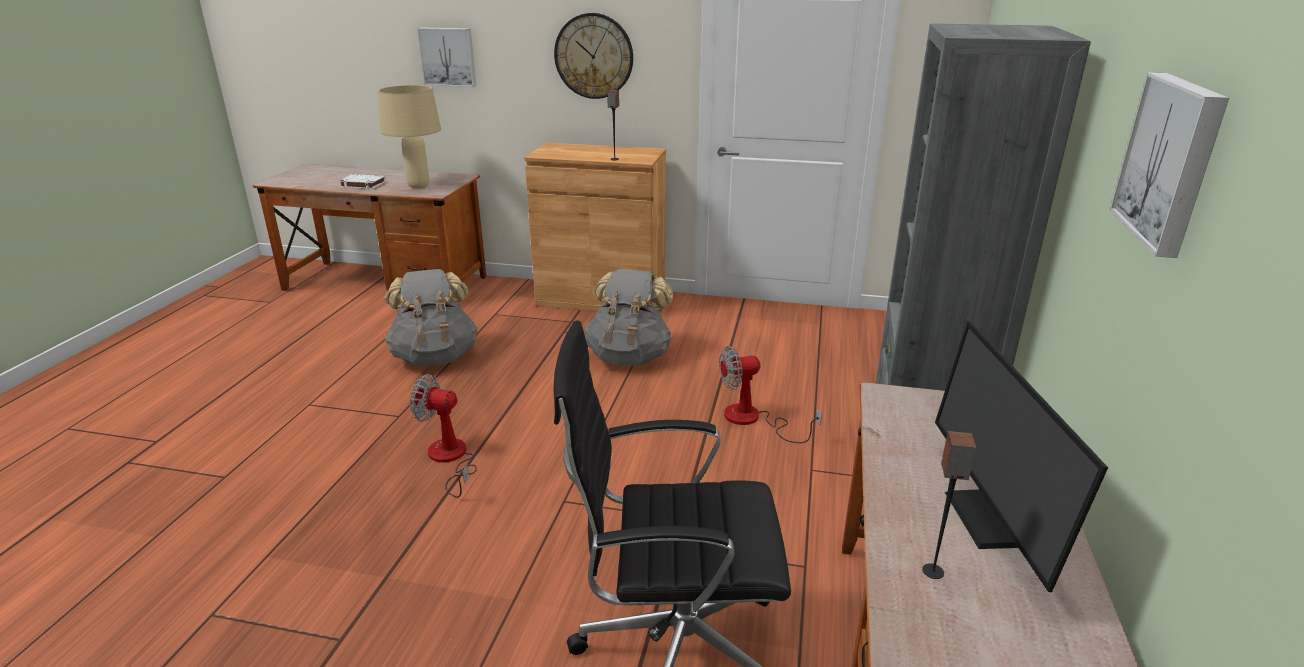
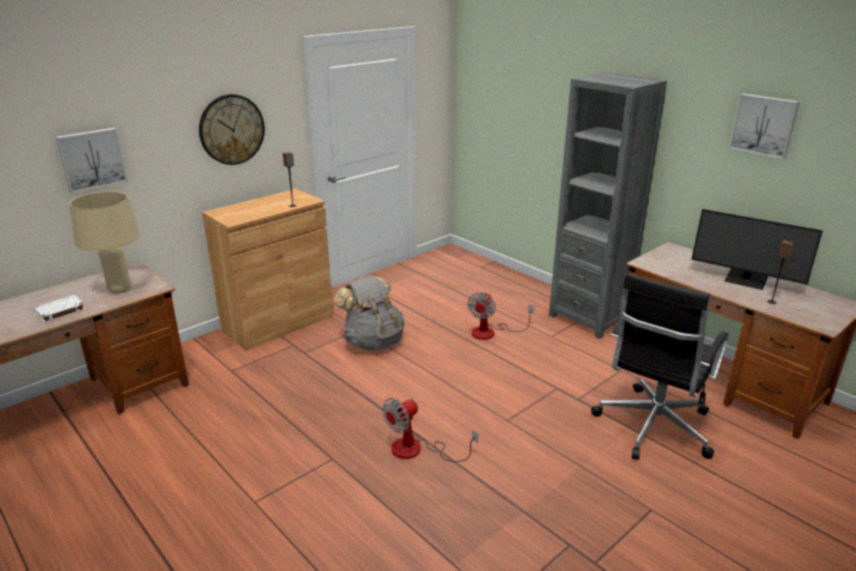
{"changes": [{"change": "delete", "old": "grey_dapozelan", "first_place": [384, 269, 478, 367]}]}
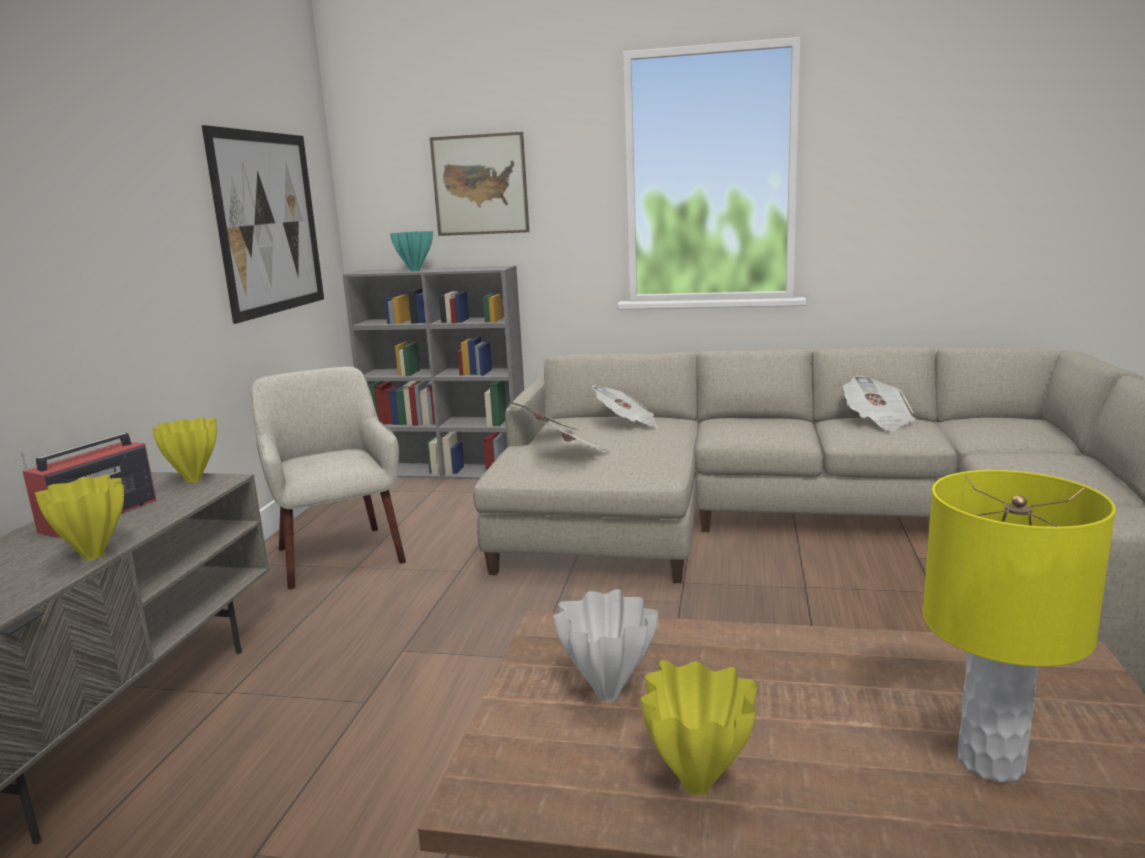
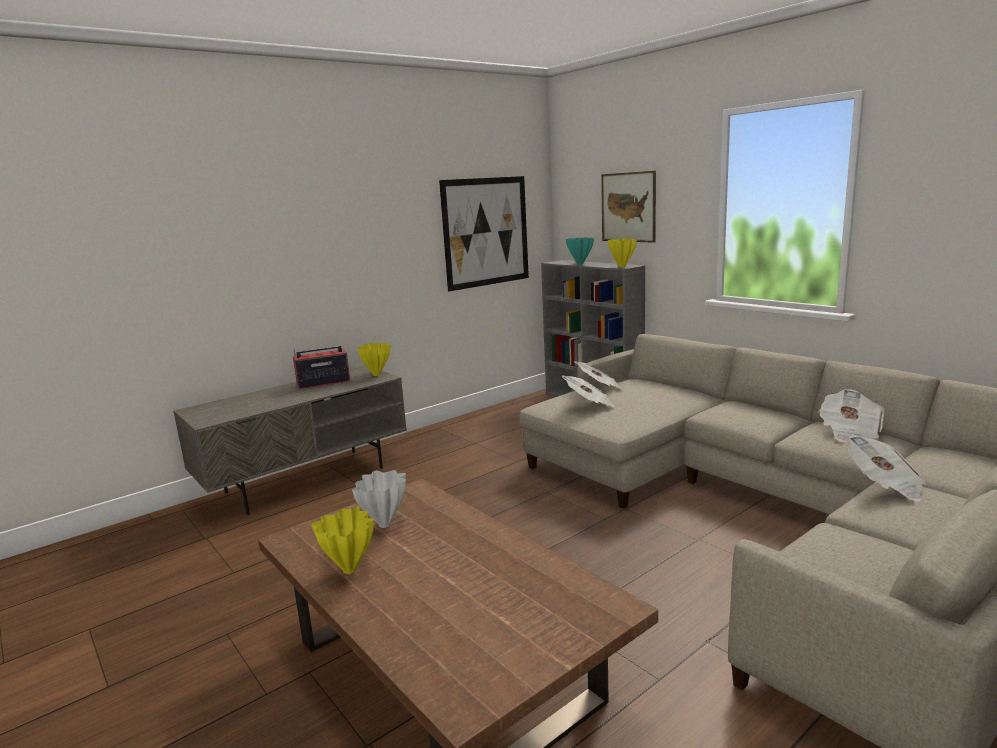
{"changes": [{"change": "move", "old": "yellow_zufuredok", "first_place": [35, 475, 124, 560], "second_place": [608, 238, 637, 267]}, {"change": "delete", "old": "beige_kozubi", "first_place": [251, 366, 406, 589]}, {"change": "move", "old": "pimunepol", "first_place": [592, 386, 659, 428], "second_place": [848, 435, 926, 502]}, {"change": "delete", "old": "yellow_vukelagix", "first_place": [922, 470, 1116, 783]}]}
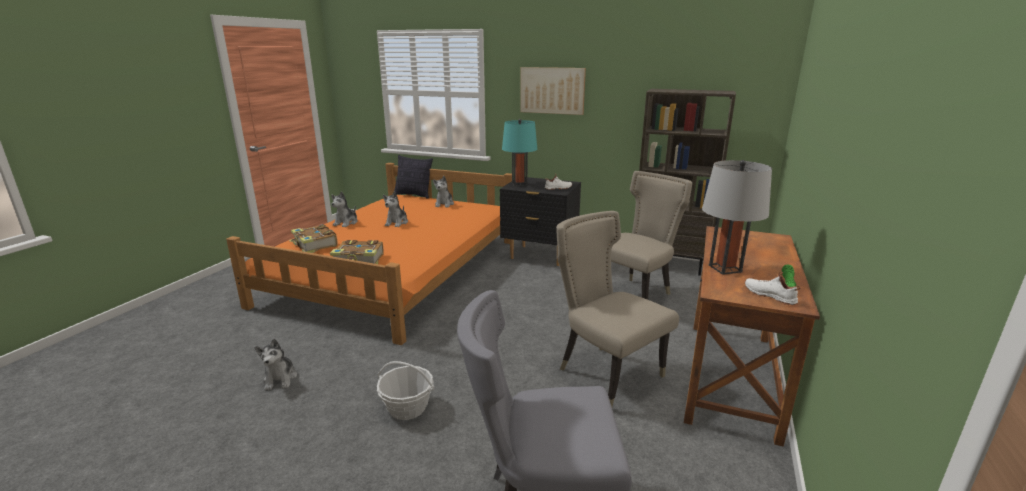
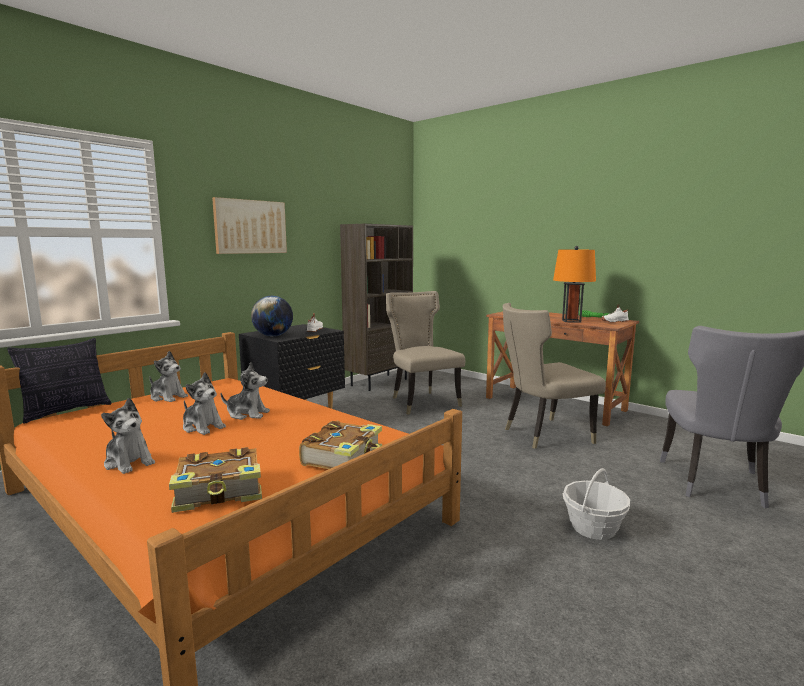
{"changes": [{"change": "move", "old": "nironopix", "first_place": [255, 339, 297, 390], "second_place": [220, 363, 270, 420]}, {"change": "replace", "old": "turquoise_vukelagix", "new": "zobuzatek", "first_place": [502, 119, 537, 186], "second_place": [251, 296, 293, 337]}, {"change": "recolor", "old": "grey_vukelagix", "new": "orange_vukelagix", "first_place": [702, 160, 772, 275], "second_place": [553, 246, 596, 323]}]}
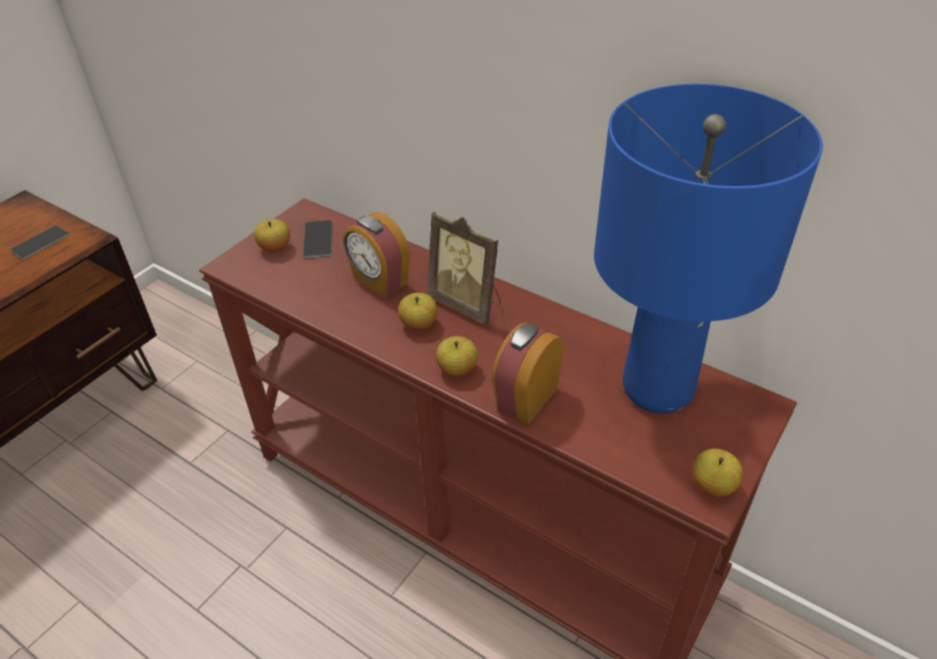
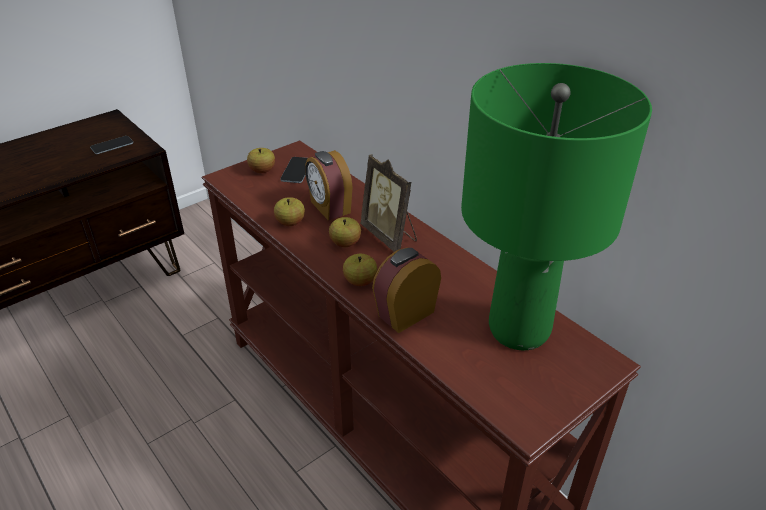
{"changes": [{"change": "recolor", "old": "blue_vukelagix", "new": "green_vukelagix", "first_place": [594, 84, 823, 414], "second_place": [461, 63, 652, 350]}, {"change": "move", "old": "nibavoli", "first_place": [692, 449, 743, 497], "second_place": [274, 197, 305, 226]}]}
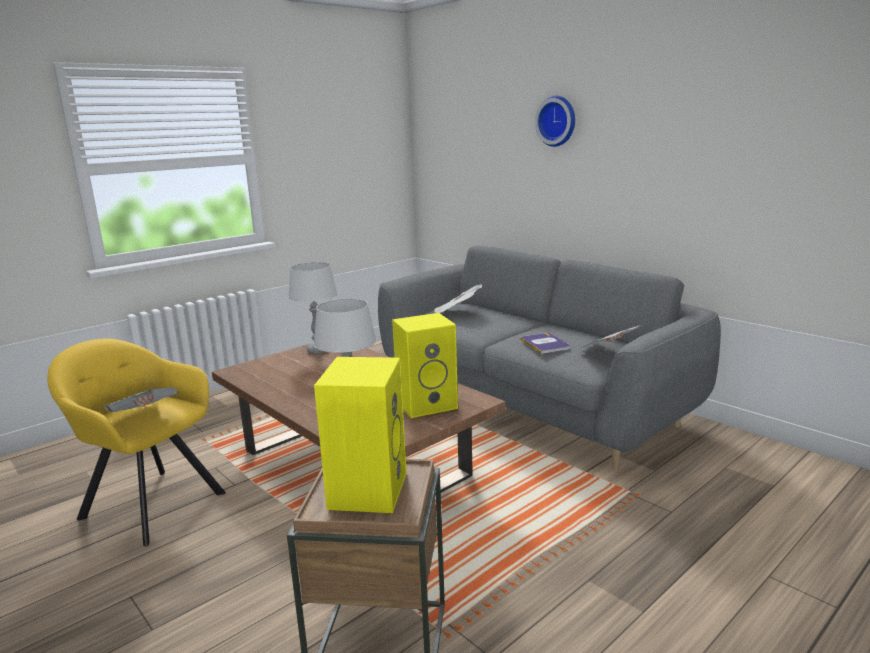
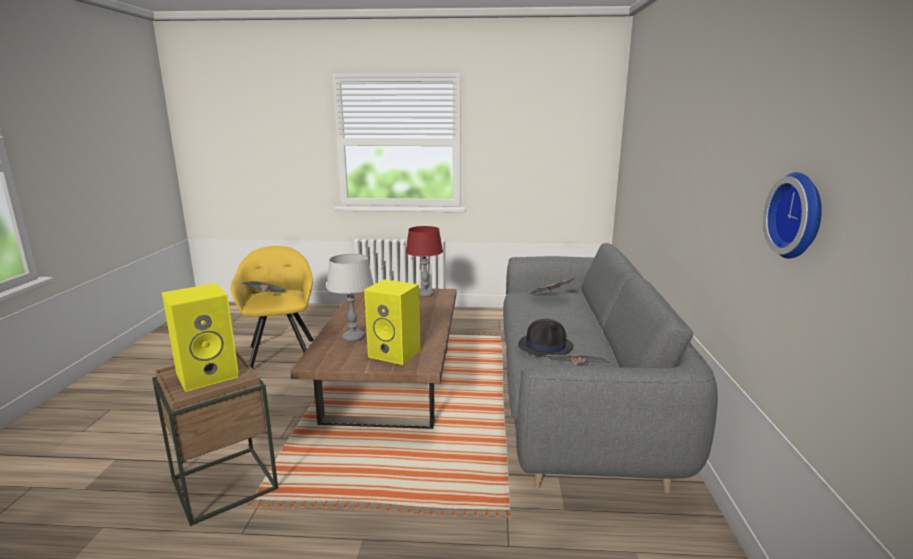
{"changes": [{"change": "recolor", "old": "grey_vukelagix", "new": "red_vukelagix", "first_place": [288, 262, 338, 354], "second_place": [406, 226, 443, 297]}, {"change": "replace", "old": "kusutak", "new": "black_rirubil", "first_place": [520, 333, 570, 354], "second_place": [518, 319, 574, 357]}, {"change": "move", "old": "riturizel", "first_place": [535, 96, 575, 147], "second_place": [763, 172, 822, 259]}]}
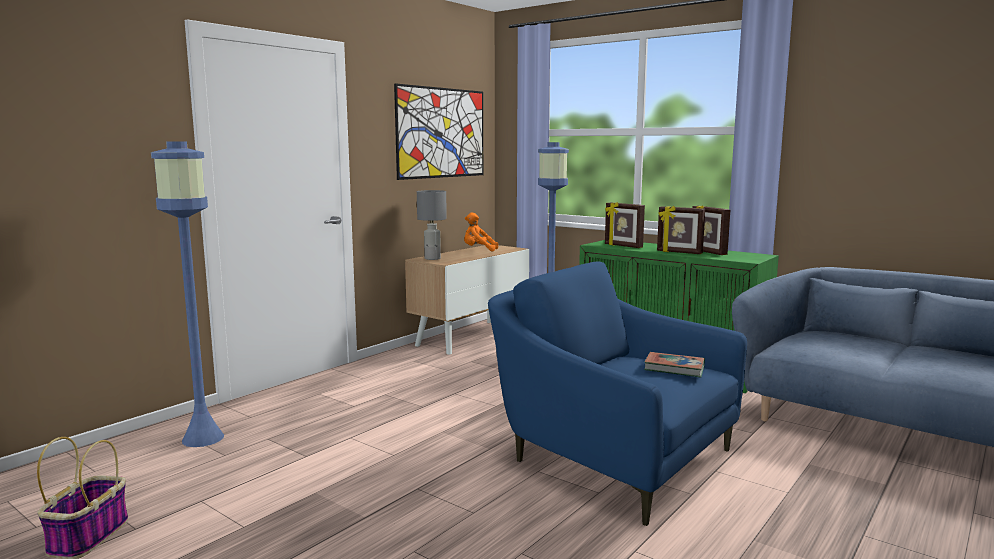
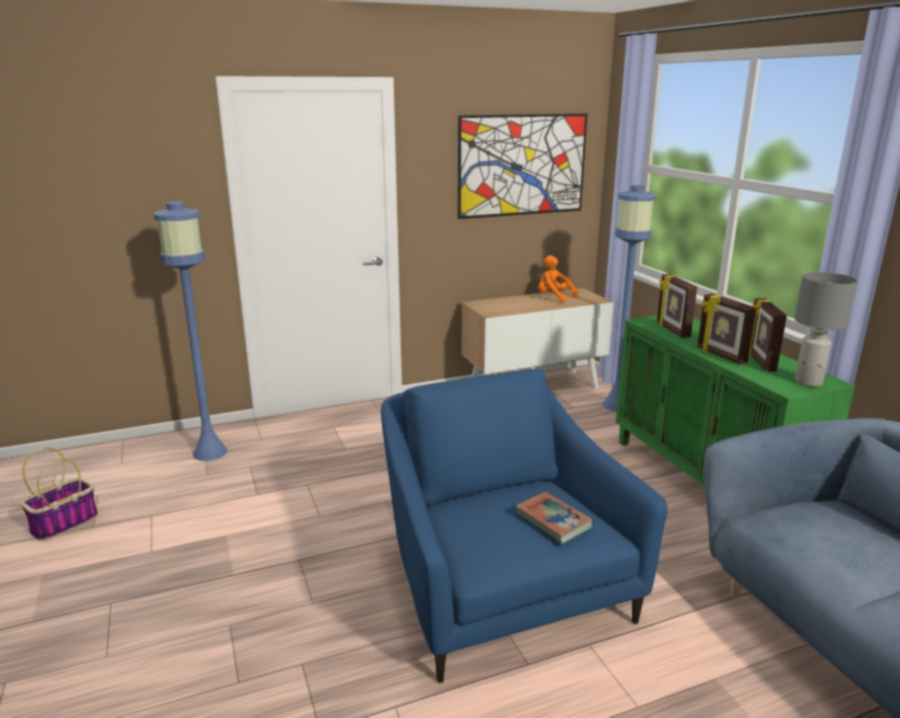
{"changes": [{"change": "move", "old": "grey_vukelagix", "first_place": [417, 190, 447, 260], "second_place": [795, 272, 857, 387]}]}
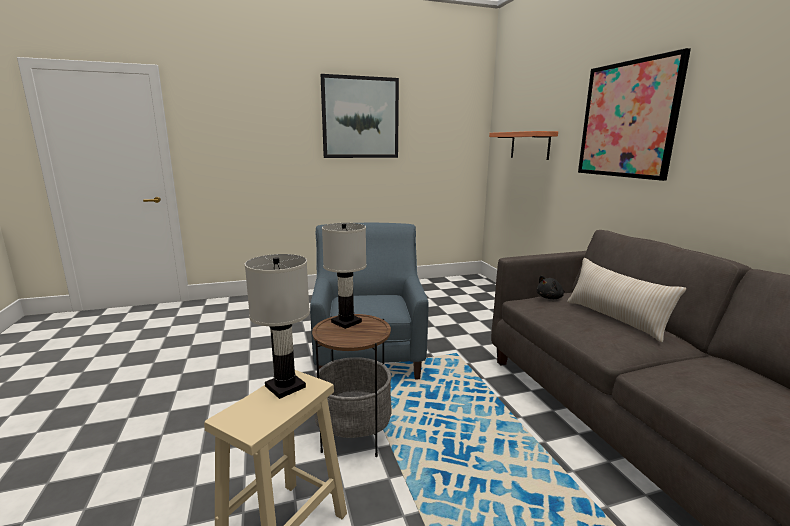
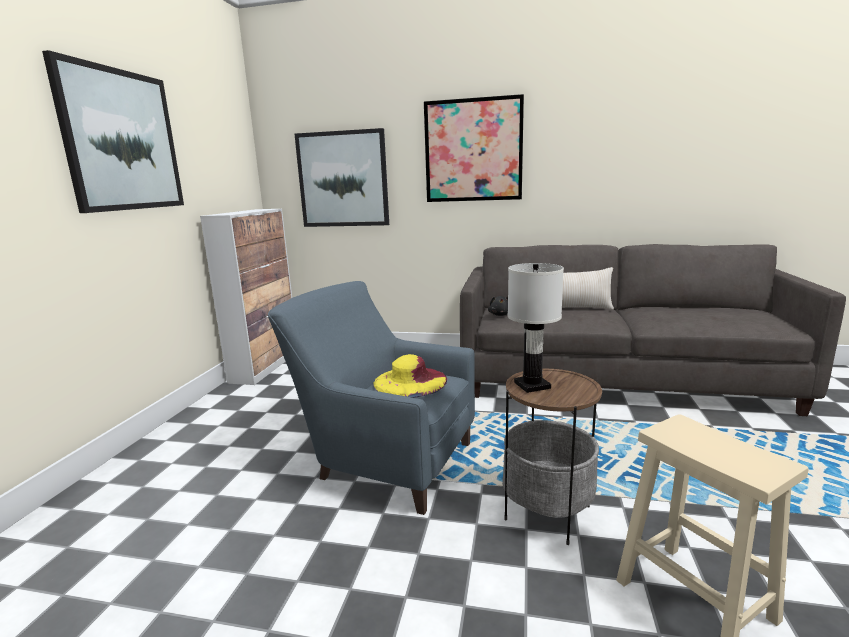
{"changes": [{"change": "delete", "old": "white_vukelagix", "first_place": [245, 254, 310, 399]}, {"change": "replace", "old": "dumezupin", "new": "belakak", "first_place": [489, 131, 558, 160], "second_place": [294, 128, 389, 227]}, {"change": "insert", "new": "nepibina", "second_place": [200, 209, 292, 385]}, {"change": "insert", "new": "yellow_rirubil", "second_place": [373, 354, 447, 398]}]}
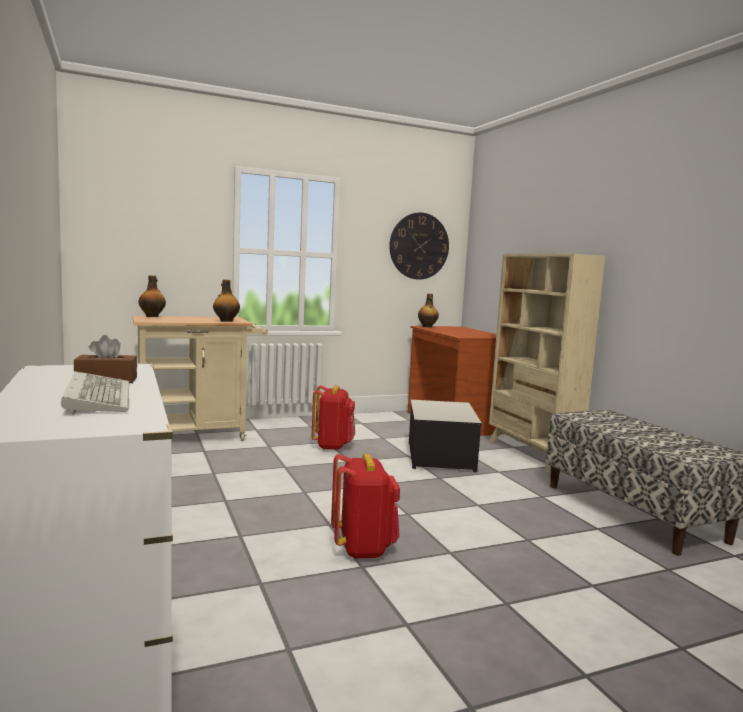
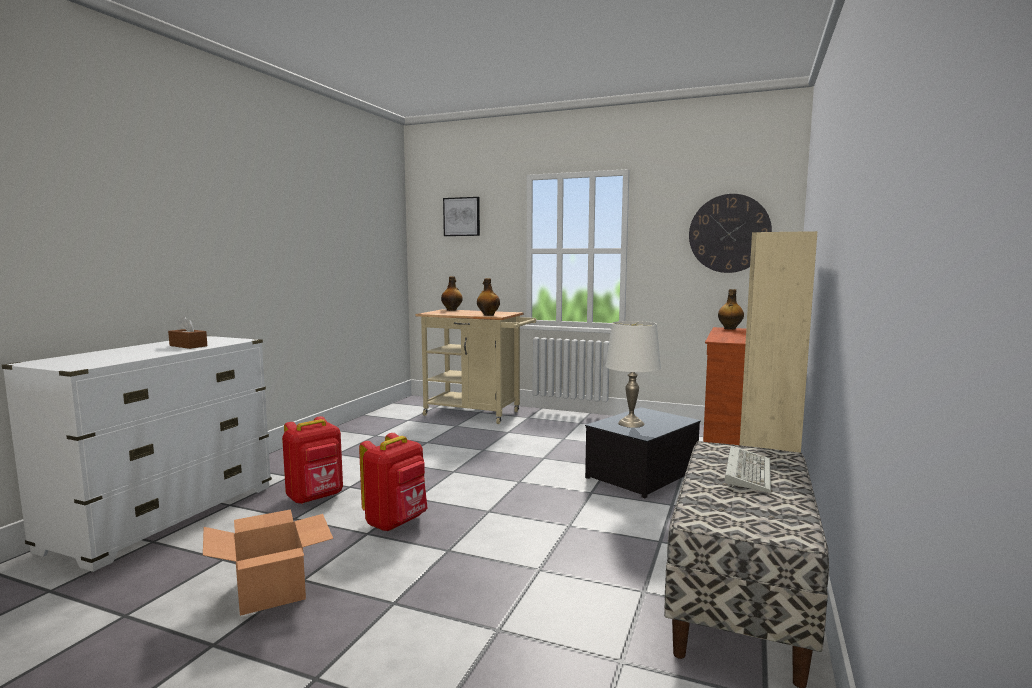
{"changes": [{"change": "move", "old": "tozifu", "first_place": [61, 371, 129, 414], "second_place": [725, 446, 771, 493]}, {"change": "move", "old": "red_dapozelan", "first_place": [312, 385, 355, 450], "second_place": [282, 416, 343, 504]}, {"change": "insert", "new": "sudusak", "second_place": [203, 509, 333, 616]}, {"change": "insert", "new": "belakak", "second_place": [443, 197, 480, 236]}, {"change": "insert", "new": "white_vukelagix", "second_place": [606, 321, 661, 428]}]}
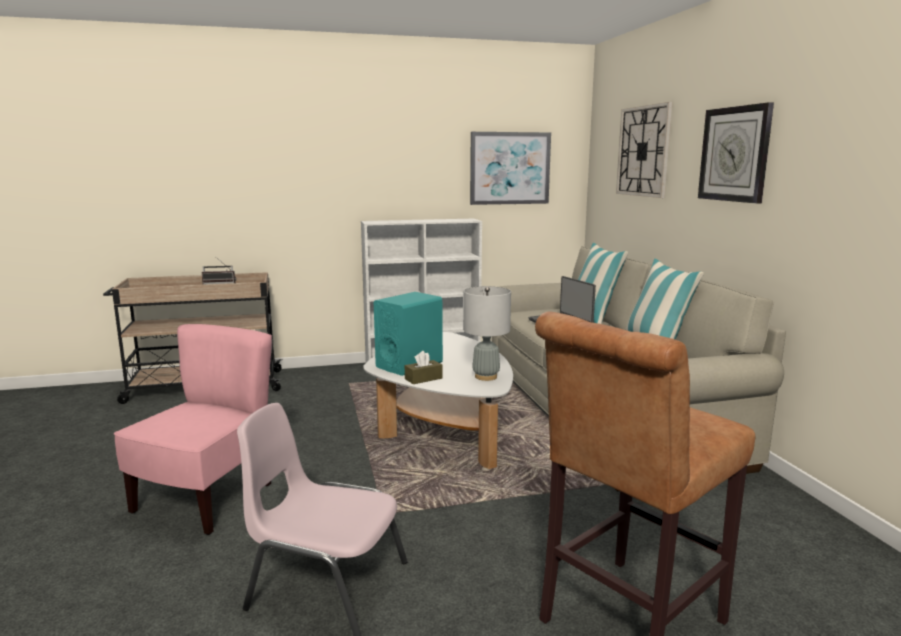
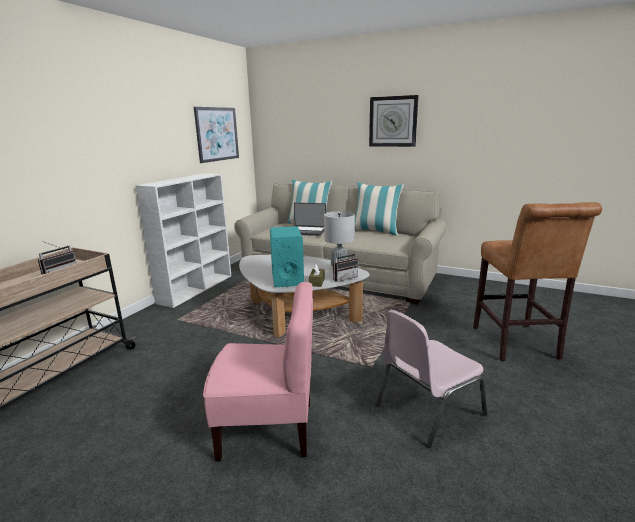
{"changes": [{"change": "rotate", "old": "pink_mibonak", "first_place": [114, 324, 272, 535], "second_place": [203, 282, 313, 462], "degrees": 120}, {"change": "delete", "old": "riturizel", "first_place": [616, 102, 672, 198]}, {"change": "insert", "new": "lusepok", "second_place": [333, 248, 358, 282]}]}
